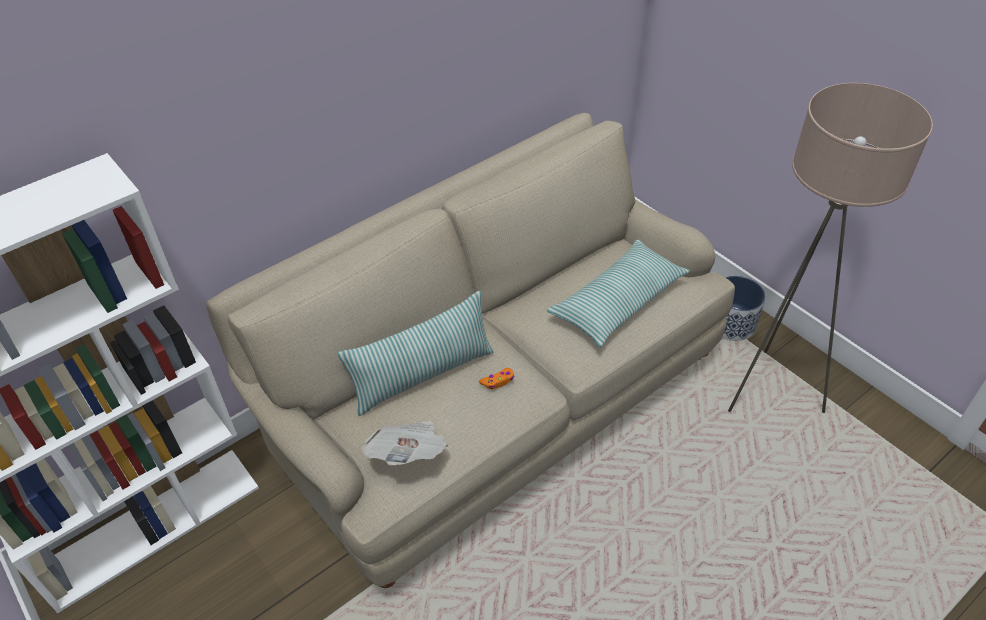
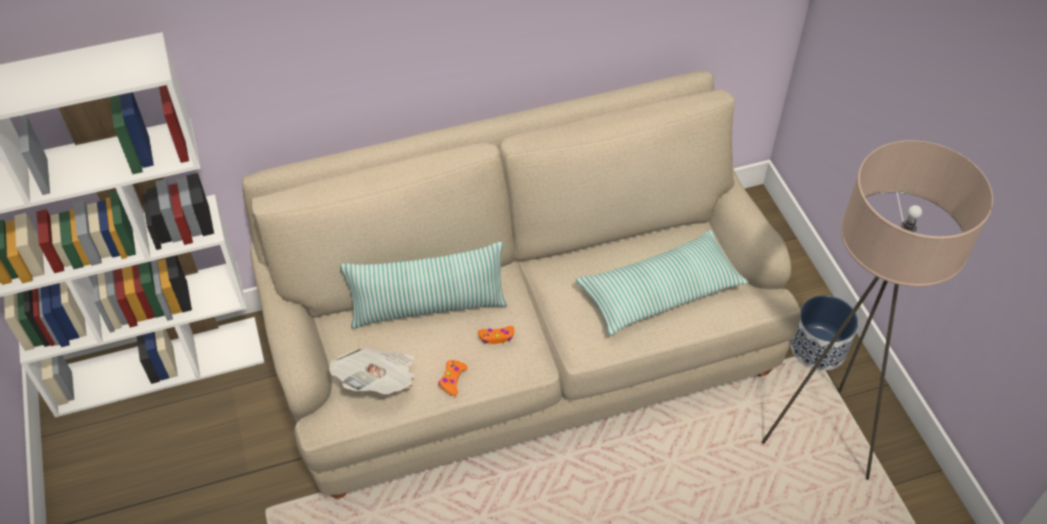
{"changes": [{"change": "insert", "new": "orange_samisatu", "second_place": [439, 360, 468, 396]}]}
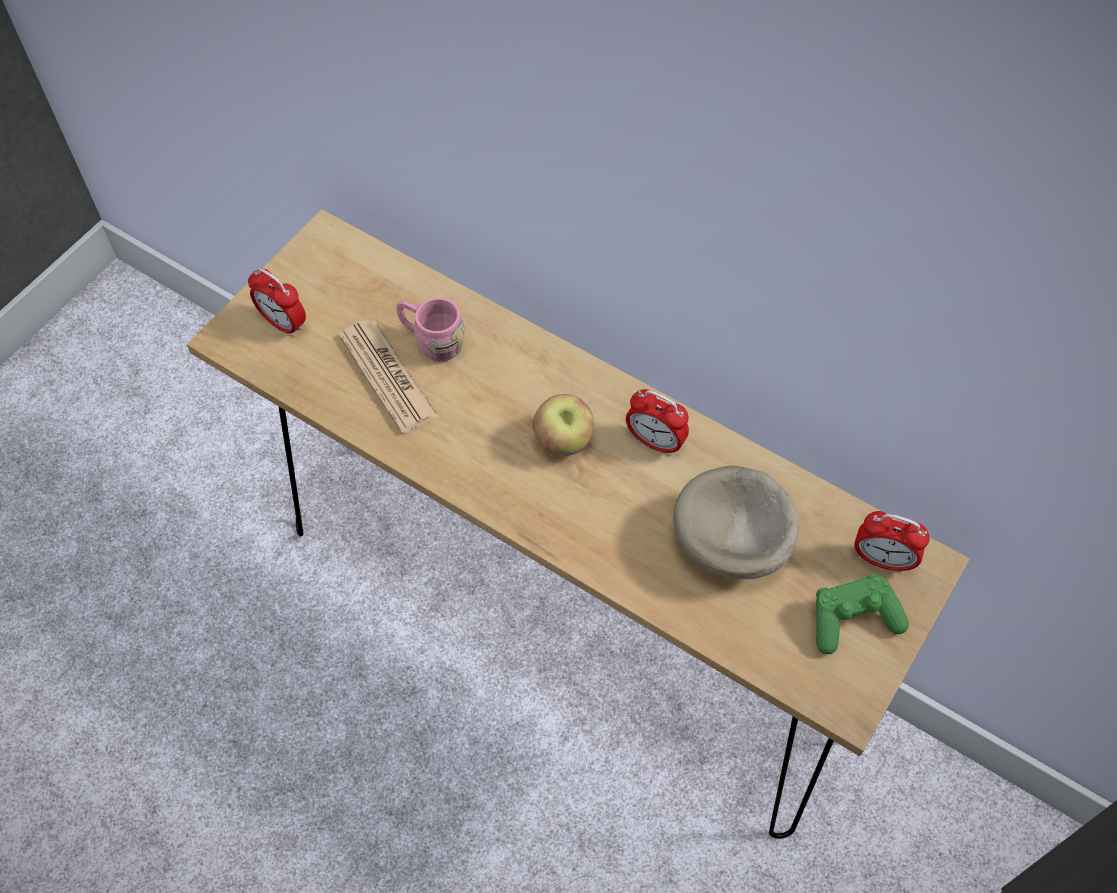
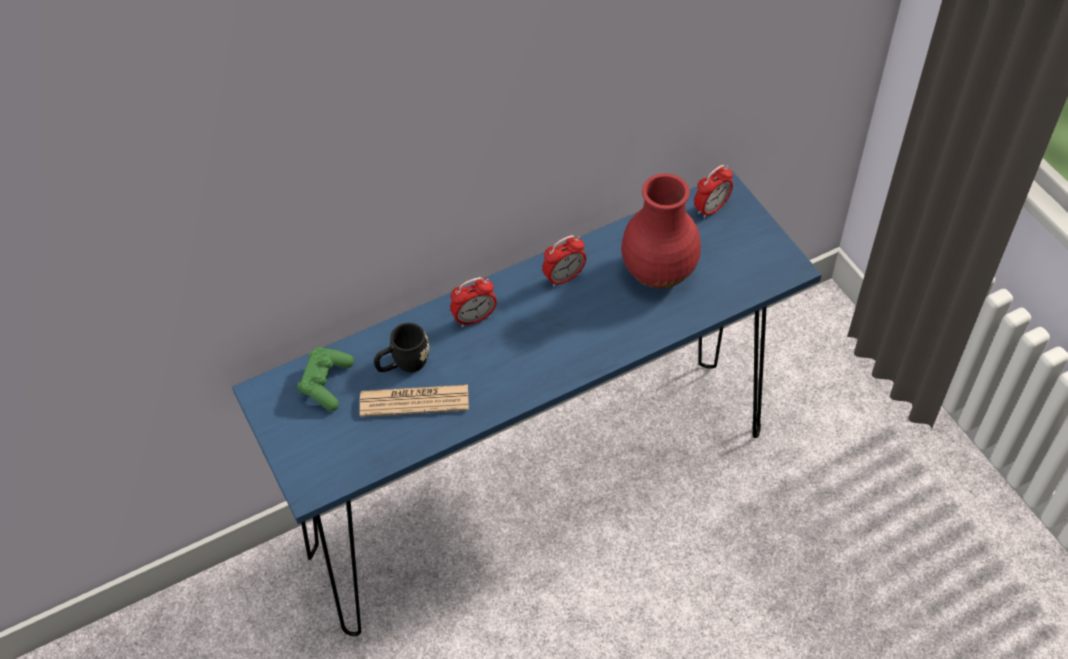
{"changes": [{"change": "recolor", "old": "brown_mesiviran", "new": "blue_mesiviran", "first_place": [187, 209, 970, 839], "second_place": [232, 171, 821, 636]}, {"change": "move", "old": "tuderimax", "first_place": [248, 268, 306, 337], "second_place": [450, 277, 497, 327]}, {"change": "recolor", "old": "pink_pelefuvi", "new": "black_pelefuvi", "first_place": [396, 297, 465, 362], "second_place": [374, 323, 429, 372]}, {"change": "delete", "old": "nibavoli", "first_place": [533, 394, 594, 456]}, {"change": "replace", "old": "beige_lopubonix", "new": "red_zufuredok", "first_place": [674, 465, 800, 579], "second_place": [621, 173, 701, 289]}, {"change": "move", "old": "green_samisatu", "first_place": [816, 574, 909, 655], "second_place": [298, 347, 354, 411]}]}
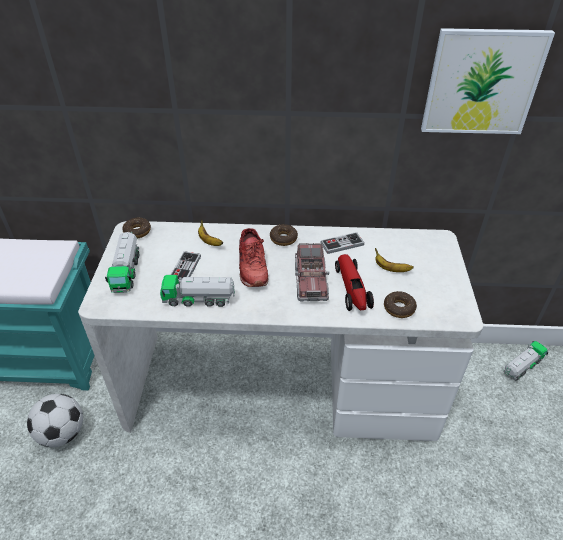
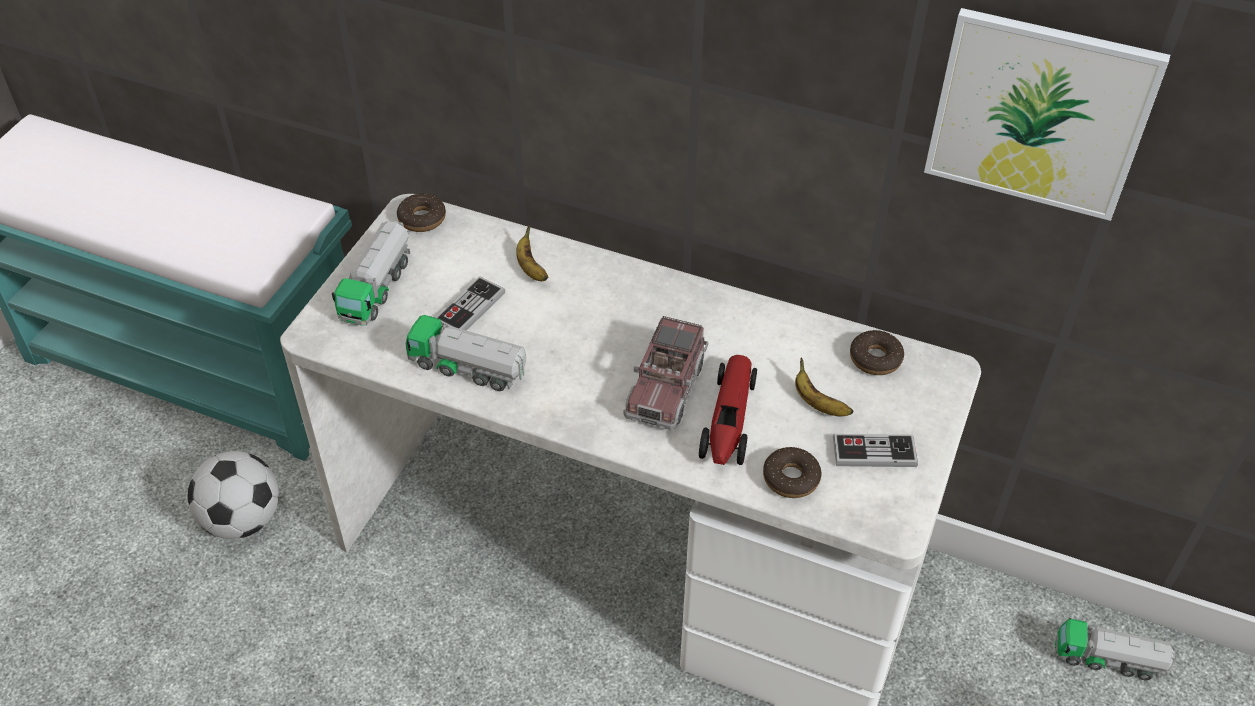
{"changes": [{"change": "delete", "old": "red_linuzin", "first_place": [239, 228, 268, 287]}, {"change": "move", "old": "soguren", "first_place": [270, 224, 298, 246], "second_place": [850, 330, 904, 375]}, {"change": "move", "old": "samisatu", "first_place": [320, 232, 364, 254], "second_place": [833, 434, 918, 467]}, {"change": "rotate", "old": "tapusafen", "first_place": [503, 341, 548, 381], "second_place": [1055, 618, 1175, 681], "degrees": -150}]}
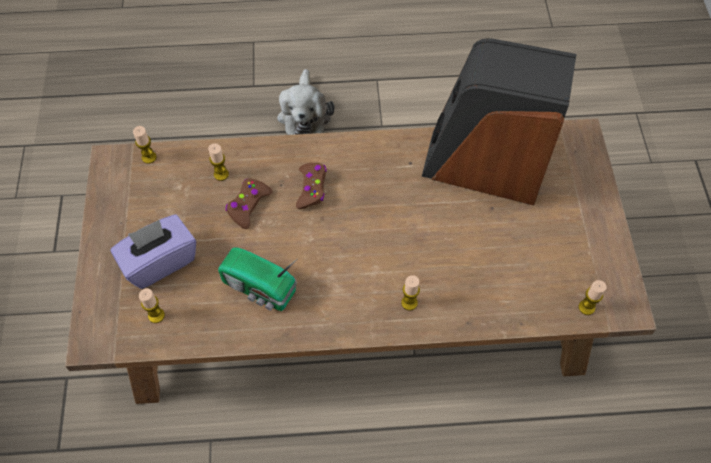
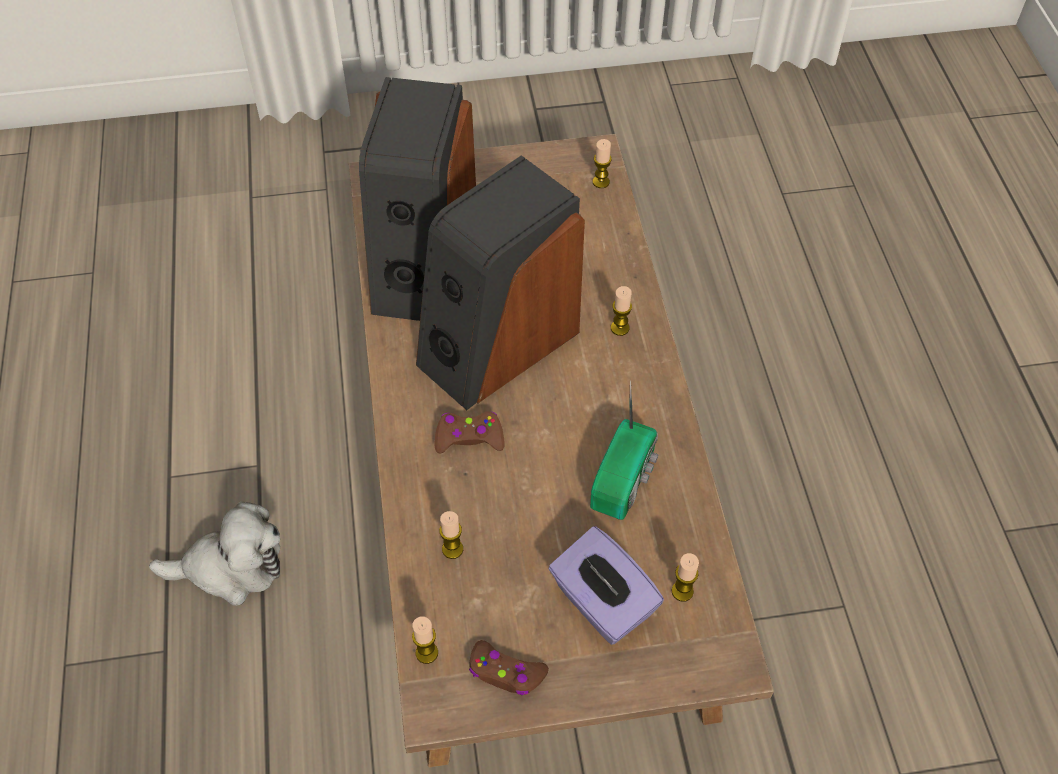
{"changes": [{"change": "move", "old": "brown_samisatu", "first_place": [225, 178, 273, 229], "second_place": [469, 640, 549, 695]}, {"change": "insert", "new": "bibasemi", "second_place": [416, 155, 585, 410]}]}
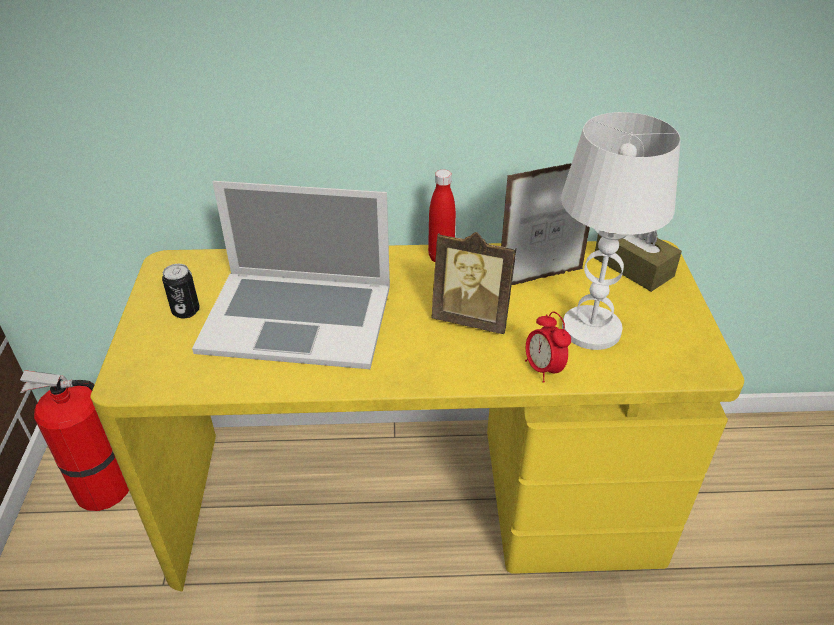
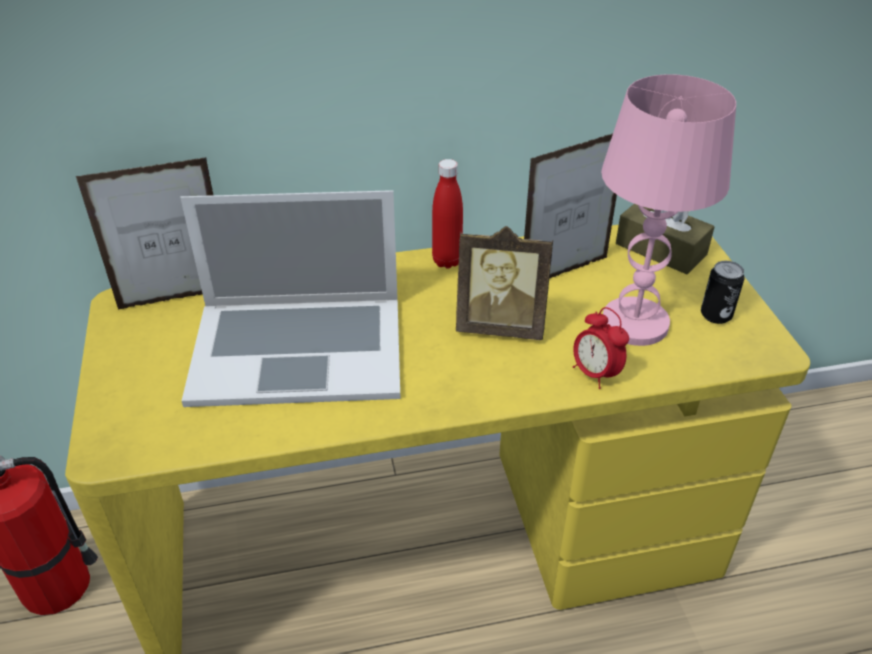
{"changes": [{"change": "move", "old": "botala", "first_place": [162, 264, 200, 319], "second_place": [701, 261, 745, 324]}, {"change": "recolor", "old": "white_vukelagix", "new": "pink_vukelagix", "first_place": [561, 112, 681, 350], "second_place": [601, 74, 736, 346]}, {"change": "insert", "new": "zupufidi", "second_place": [76, 157, 213, 310]}]}
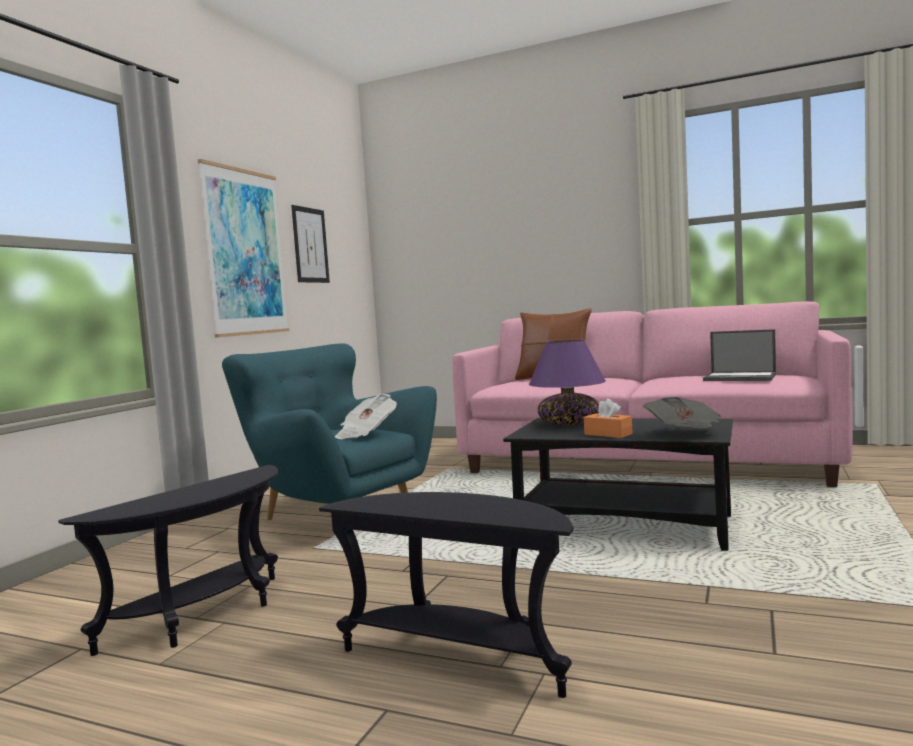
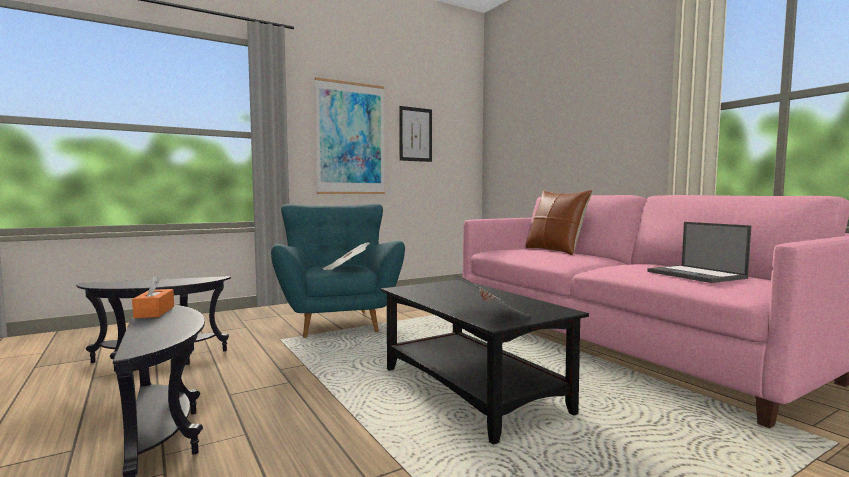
{"changes": [{"change": "delete", "old": "purple_vukelagix", "first_place": [529, 340, 606, 425]}, {"change": "move", "old": "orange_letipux", "first_place": [584, 398, 633, 438], "second_place": [132, 275, 174, 318]}]}
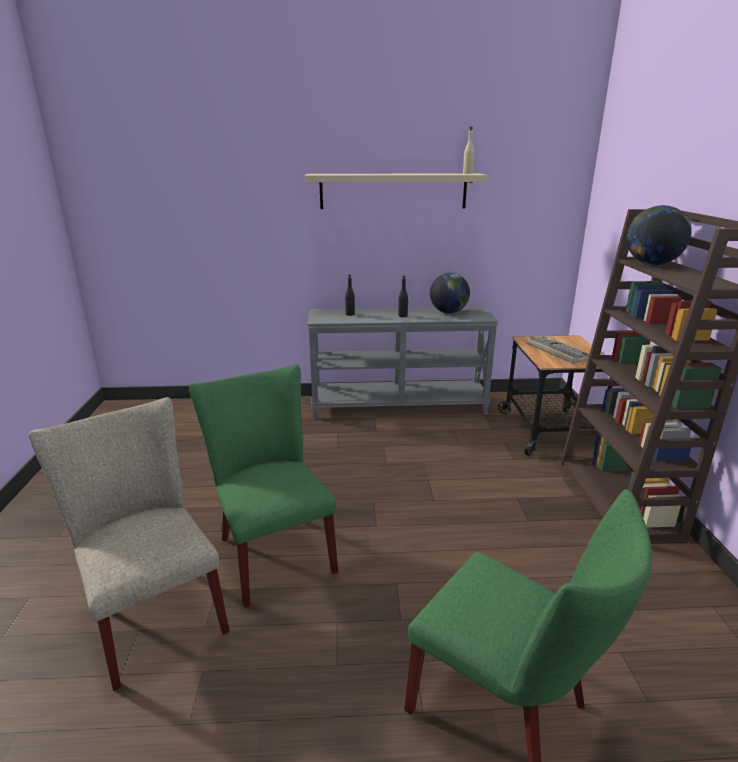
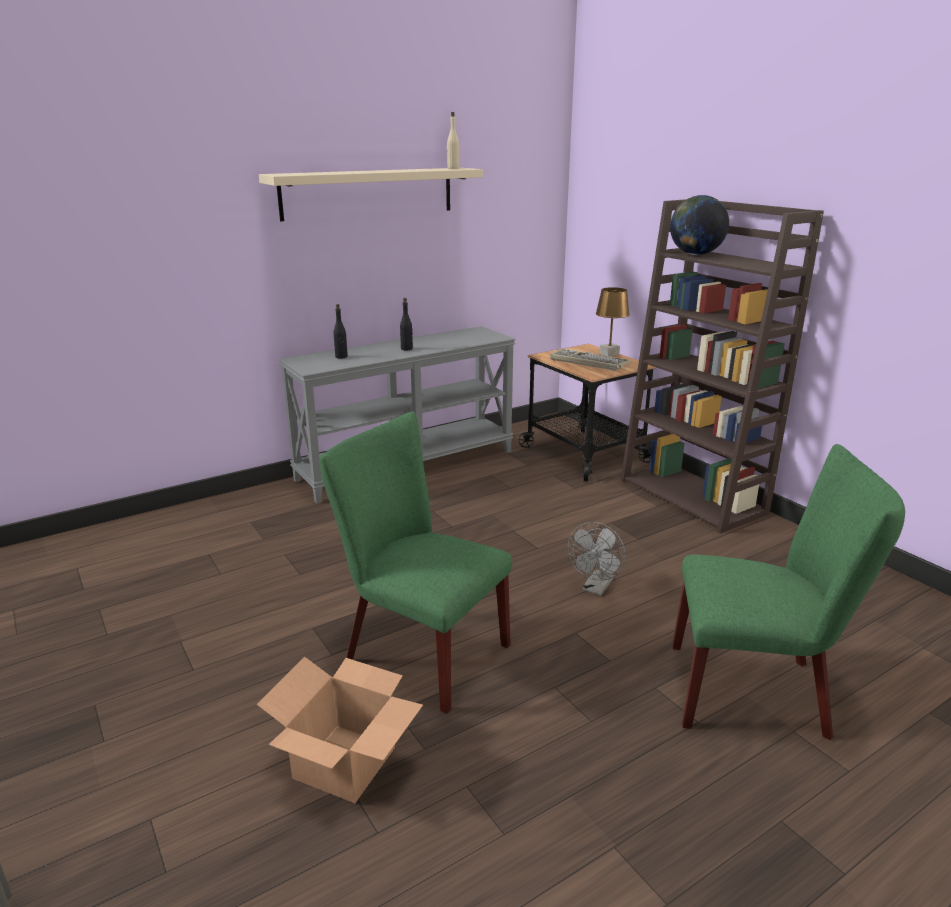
{"changes": [{"change": "replace", "old": "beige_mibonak", "new": "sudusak", "first_place": [29, 397, 230, 691], "second_place": [256, 657, 423, 803]}, {"change": "delete", "old": "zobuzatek", "first_place": [430, 273, 470, 313]}, {"change": "insert", "new": "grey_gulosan", "second_place": [568, 522, 626, 596]}, {"change": "insert", "new": "brown_vukelagix", "second_place": [596, 287, 630, 356]}]}
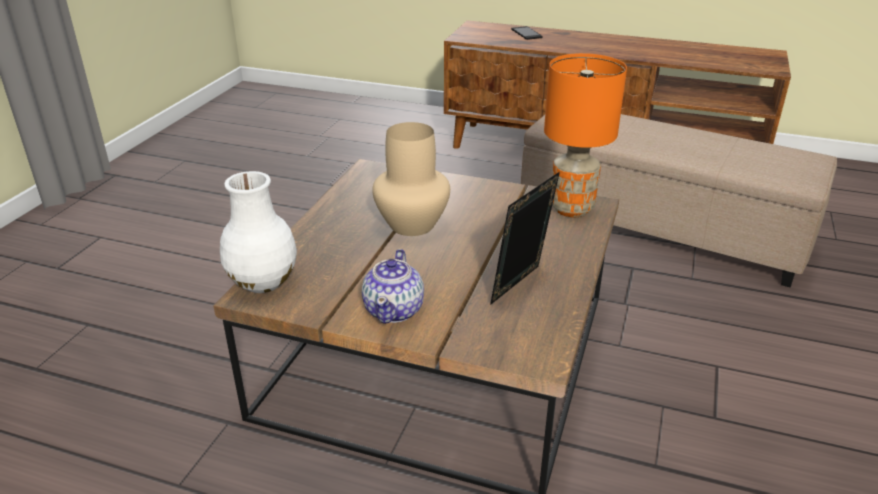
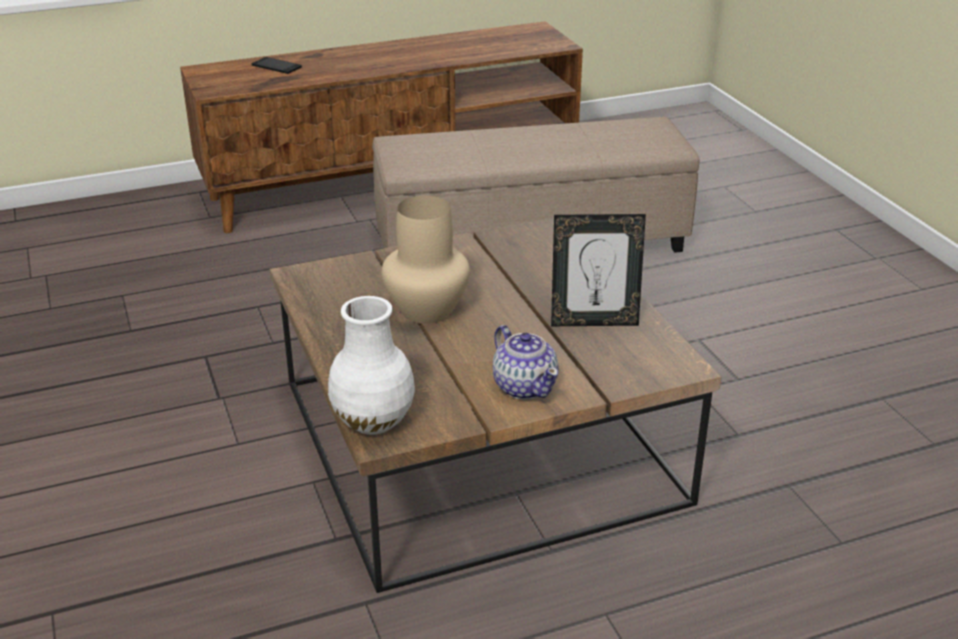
{"changes": [{"change": "rotate", "old": "zupufidi", "first_place": [490, 172, 560, 305], "second_place": [551, 214, 646, 326], "degrees": -90}, {"change": "delete", "old": "orange_vukelagix", "first_place": [544, 53, 627, 217]}]}
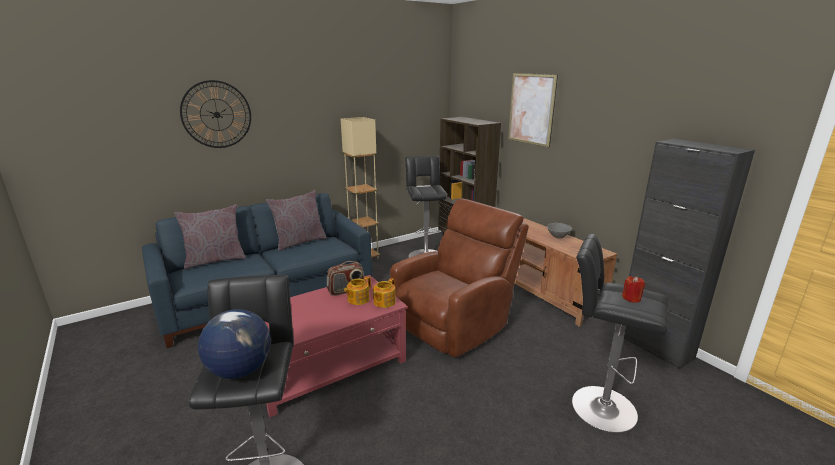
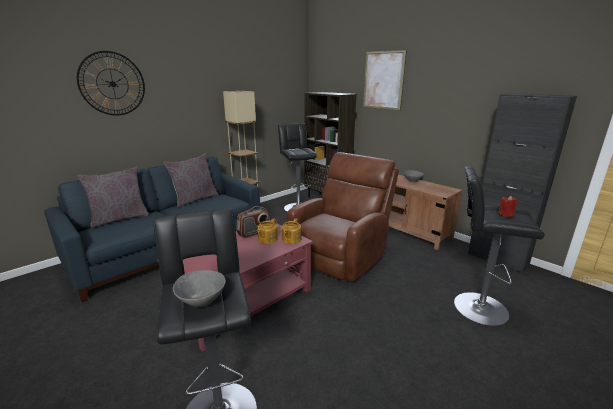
{"changes": [{"change": "replace", "old": "zobuzatek", "new": "grey_lopubonix", "first_place": [198, 309, 271, 378], "second_place": [173, 270, 226, 308]}]}
